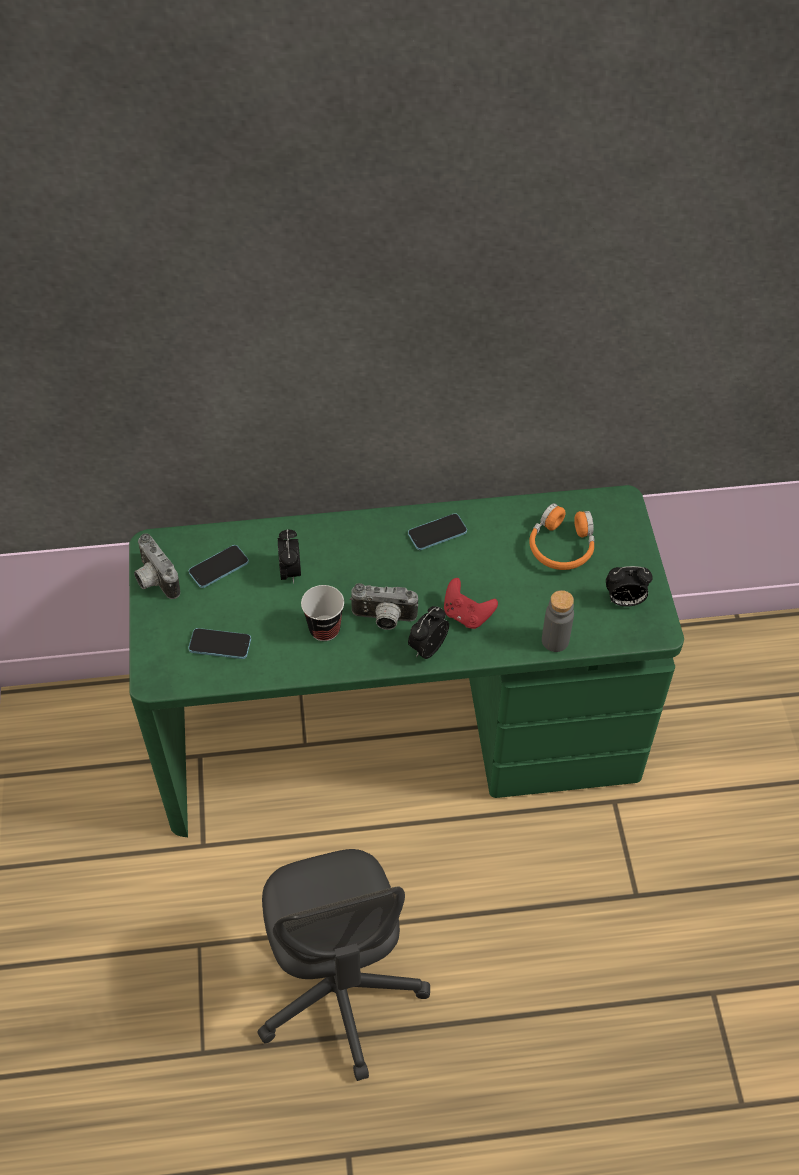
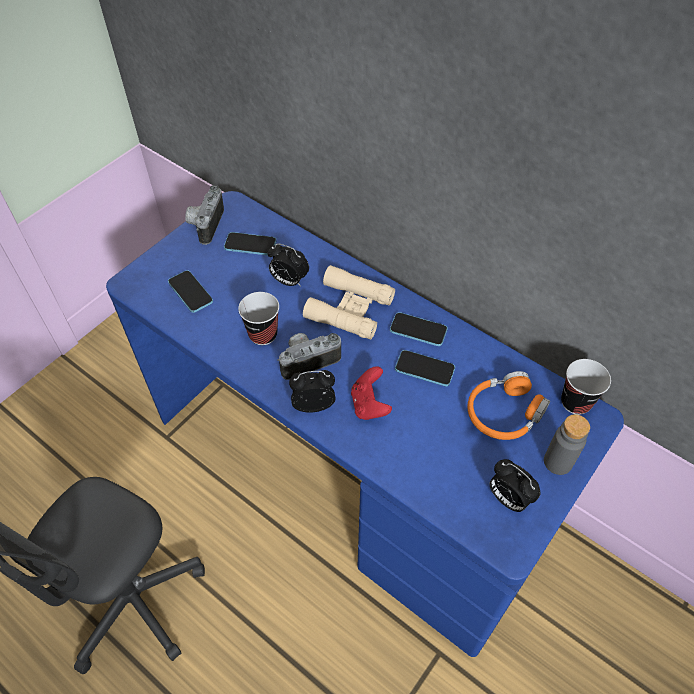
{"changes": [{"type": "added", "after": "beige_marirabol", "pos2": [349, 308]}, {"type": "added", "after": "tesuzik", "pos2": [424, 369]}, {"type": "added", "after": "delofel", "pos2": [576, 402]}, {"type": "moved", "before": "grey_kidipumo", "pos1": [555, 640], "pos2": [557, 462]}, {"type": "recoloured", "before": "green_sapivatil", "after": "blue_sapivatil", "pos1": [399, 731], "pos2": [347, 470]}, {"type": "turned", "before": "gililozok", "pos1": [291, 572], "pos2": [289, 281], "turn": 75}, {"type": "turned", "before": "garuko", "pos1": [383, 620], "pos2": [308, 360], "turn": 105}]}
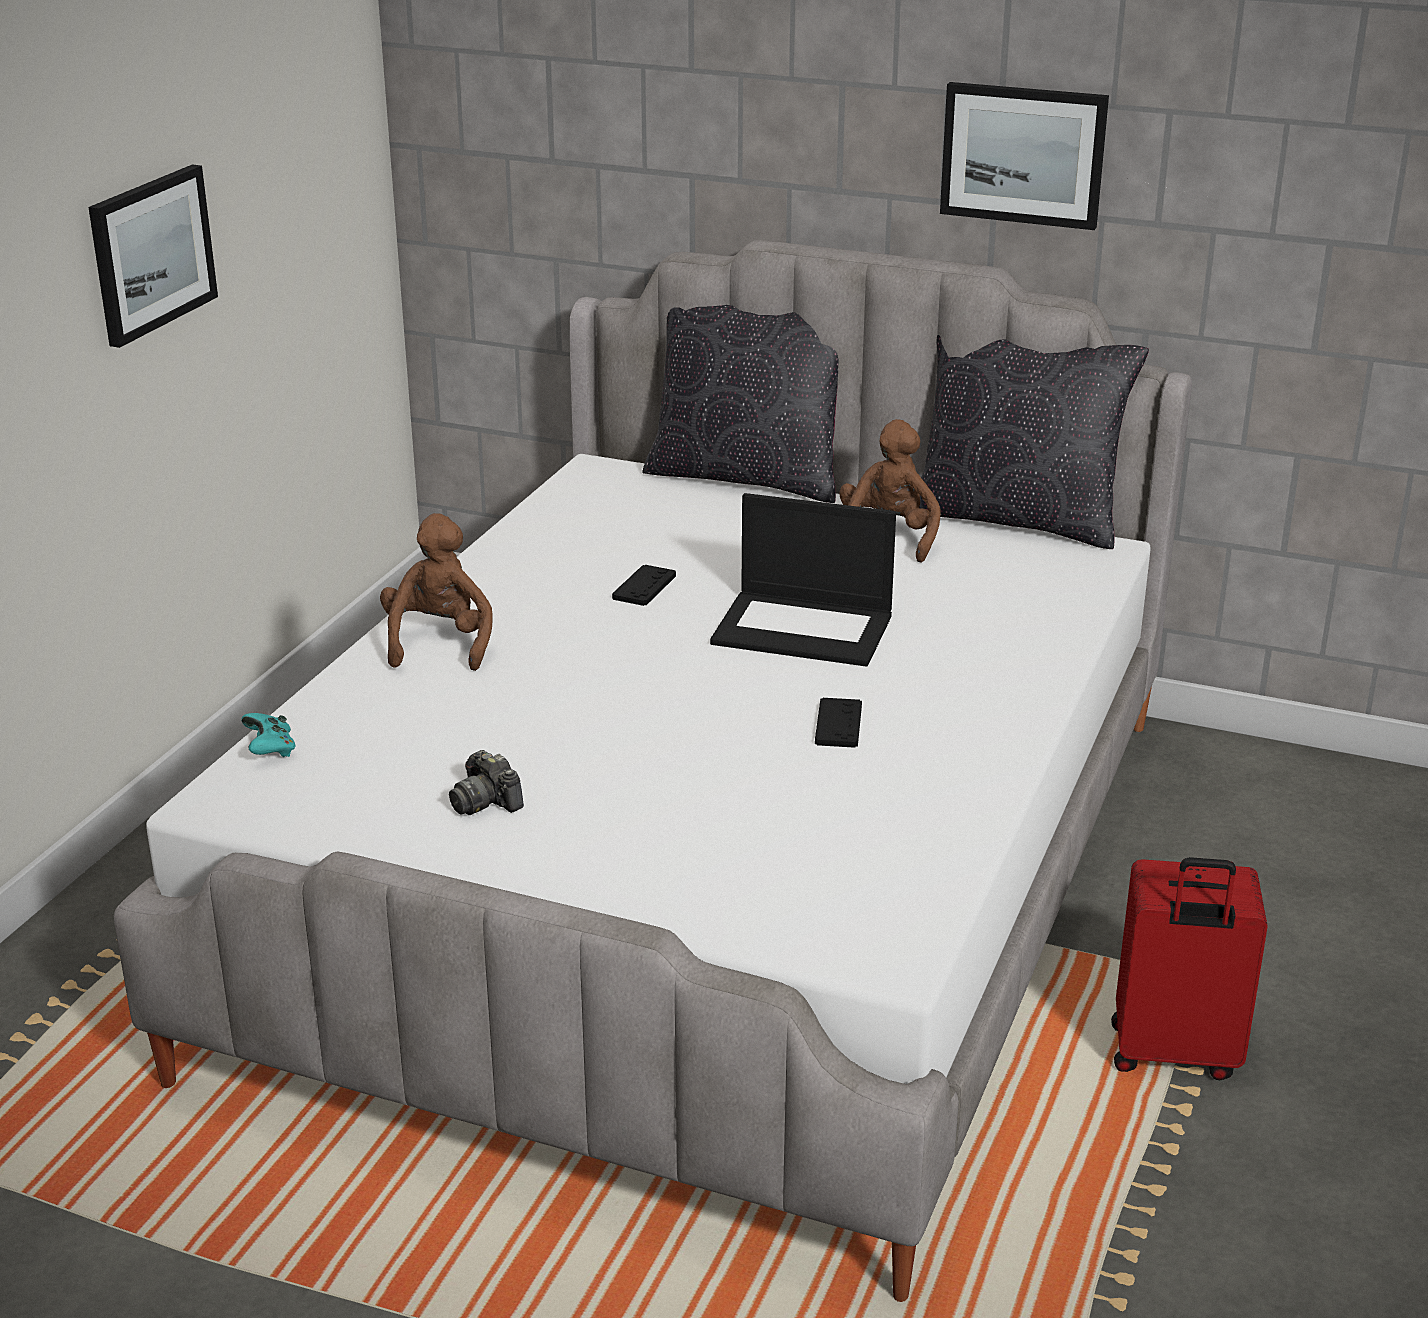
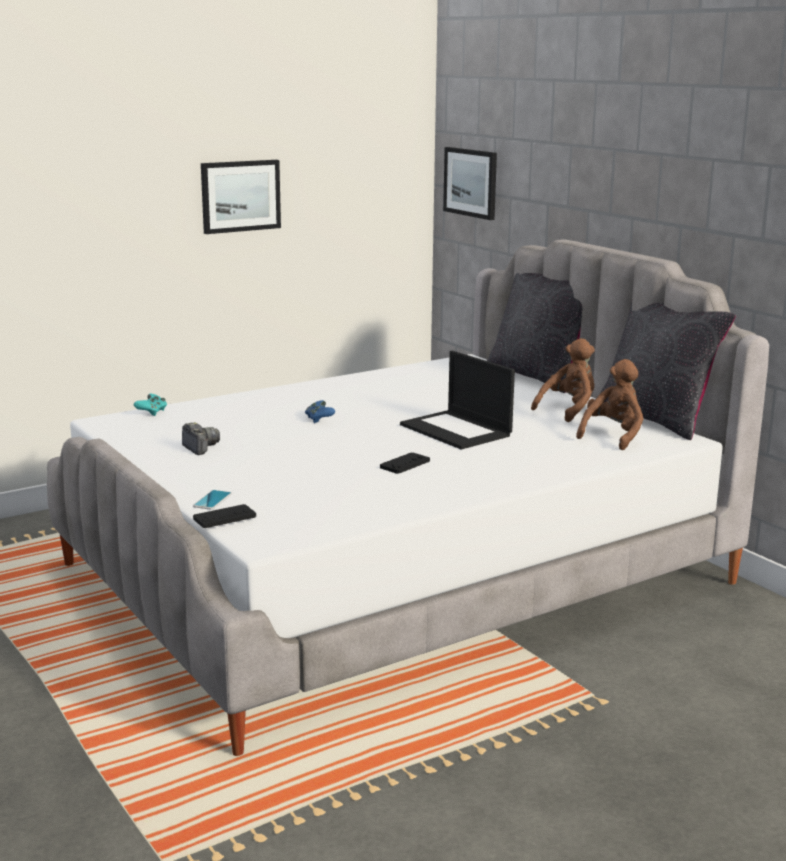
{"changes": [{"type": "removed", "before": "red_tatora", "pos1": [1173, 1055]}, {"type": "added", "after": "tesuzik", "pos2": [212, 500]}, {"type": "added", "after": "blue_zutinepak", "pos2": [319, 419]}, {"type": "moved", "before": "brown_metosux", "pos1": [439, 643], "pos2": [613, 436]}, {"type": "moved", "before": "black_zutinepak", "pos1": [644, 587], "pos2": [224, 518]}, {"type": "moved", "before": "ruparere", "pos1": [1023, 154], "pos2": [471, 182]}, {"type": "turned", "before": "garuko", "pos1": [486, 802], "pos2": [200, 448], "turn": 150}]}
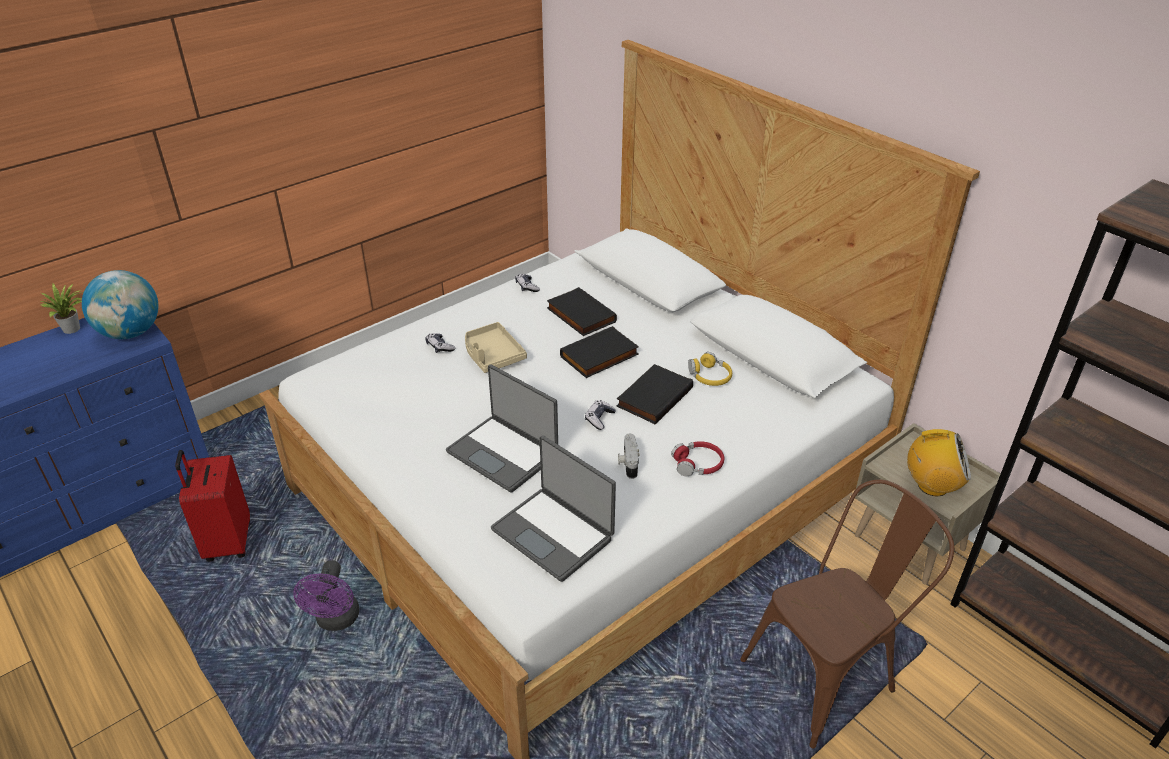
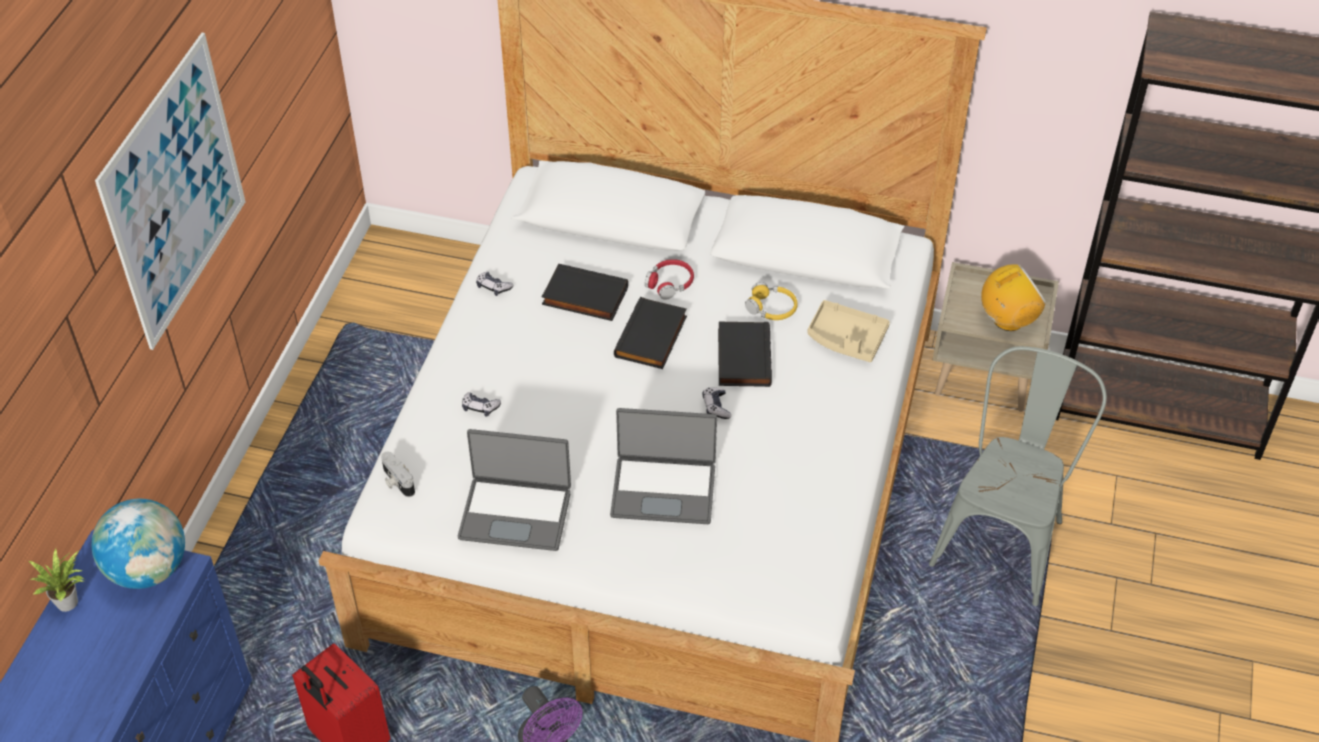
{"changes": [{"type": "added", "after": "ruparere", "pos2": [175, 191]}, {"type": "moved", "before": "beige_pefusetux", "pos1": [492, 355], "pos2": [846, 339]}, {"type": "moved", "before": "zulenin", "pos1": [554, 533], "pos2": [516, 513]}, {"type": "moved", "before": "garuko", "pos1": [628, 462], "pos2": [396, 481]}, {"type": "moved", "before": "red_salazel", "pos1": [698, 464], "pos2": [670, 283]}, {"type": "recoloured", "before": "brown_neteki", "after": "grey_neteki", "pos1": [828, 673], "pos2": [1004, 536]}]}
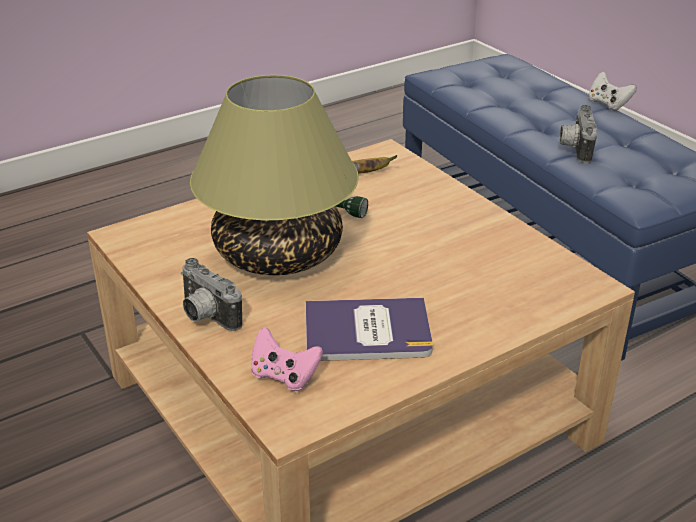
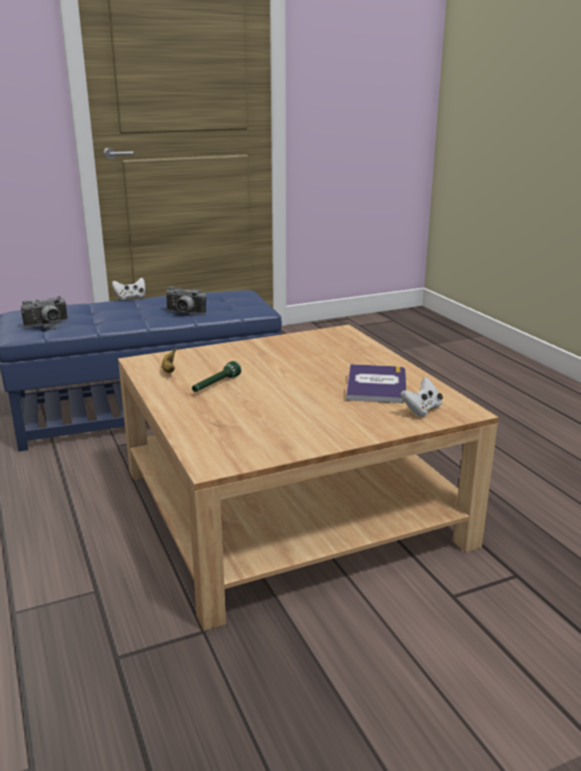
{"changes": [{"type": "removed", "before": "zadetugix", "pos1": [279, 254]}, {"type": "moved", "before": "garuko", "pos1": [205, 316], "pos2": [48, 324]}, {"type": "recoloured", "before": "pink_zutinepak", "after": "white_zutinepak", "pos1": [284, 376], "pos2": [421, 410]}]}
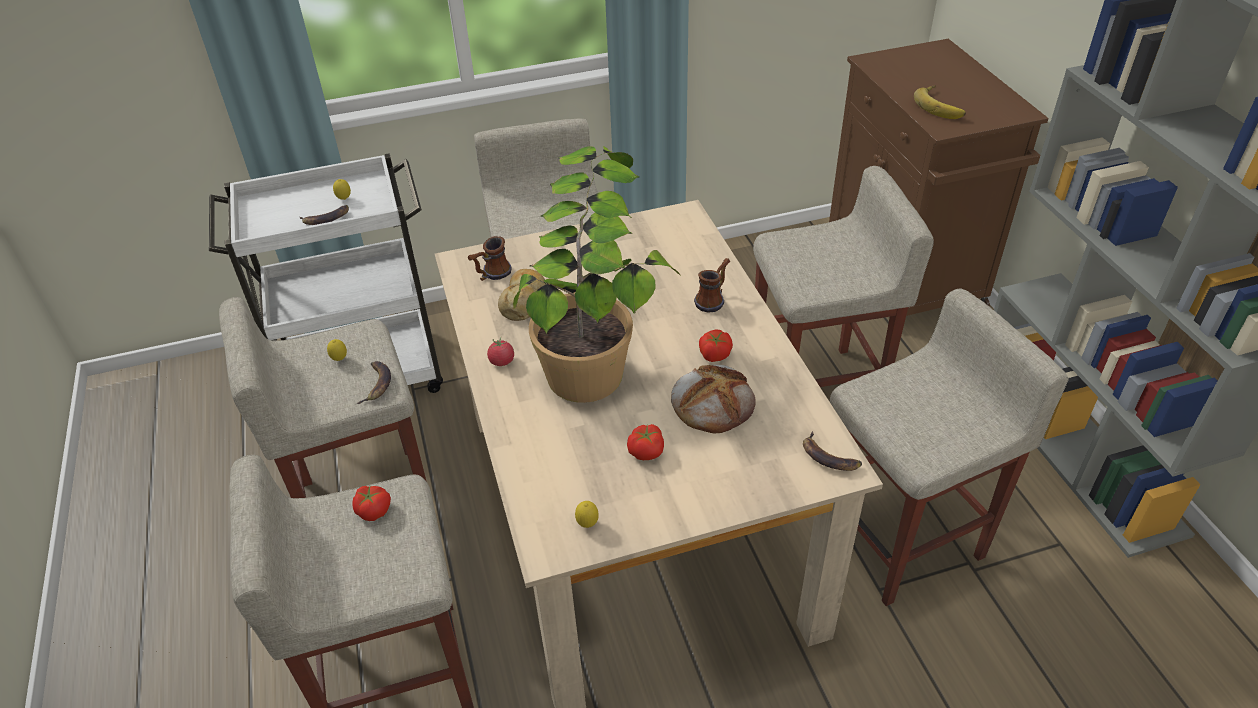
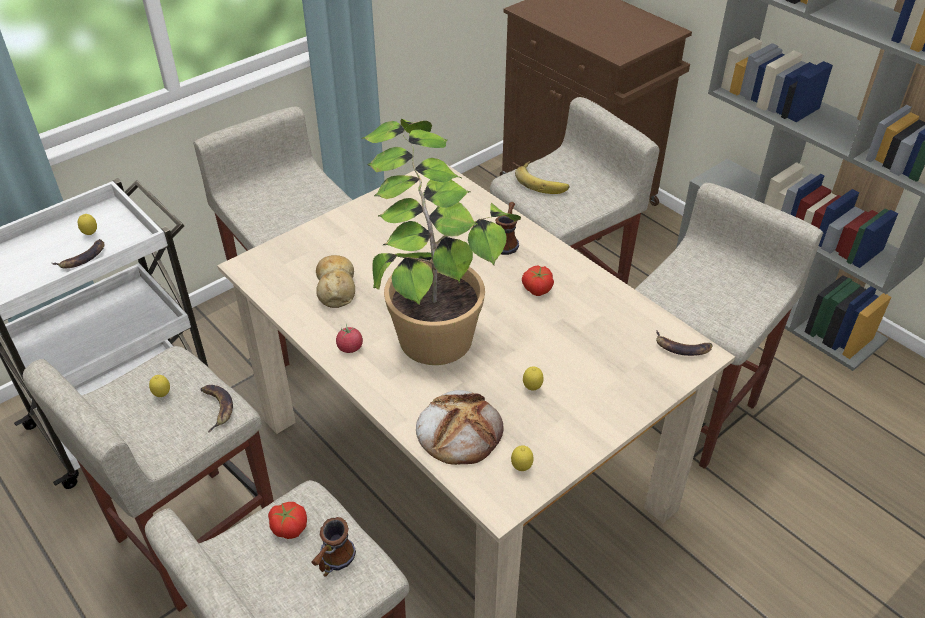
{"changes": [{"type": "moved", "before": "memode", "pos1": [491, 275], "pos2": [333, 563]}, {"type": "moved", "before": "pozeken", "pos1": [713, 402], "pos2": [459, 430]}, {"type": "moved", "before": "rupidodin", "pos1": [941, 106], "pos2": [543, 181]}, {"type": "replaced", "before": "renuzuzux", "after": "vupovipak", "pos1": [647, 451], "pos2": [532, 388]}]}
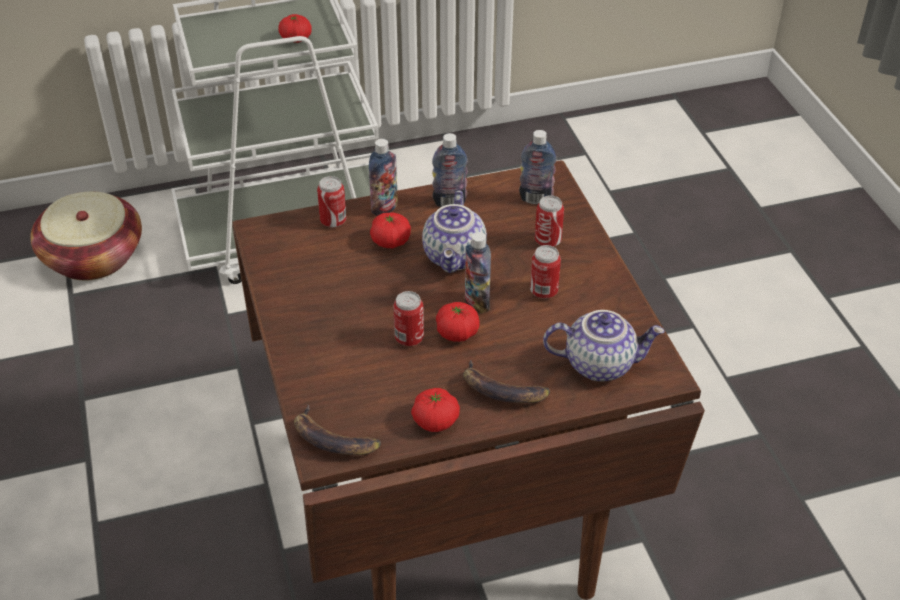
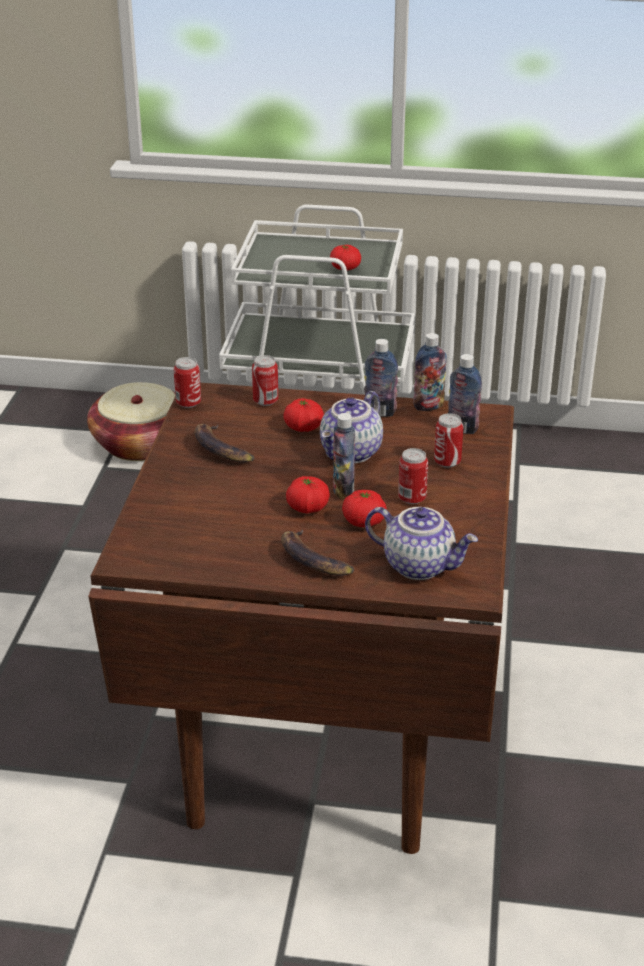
{"changes": [{"type": "moved", "before": "rupidodin", "pos1": [332, 439], "pos2": [220, 449]}, {"type": "moved", "before": "kidipumo", "pos1": [384, 208], "pos2": [428, 406]}, {"type": "moved", "before": "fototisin", "pos1": [409, 338], "pos2": [188, 403]}, {"type": "moved", "before": "renuzuzux", "pos1": [435, 421], "pos2": [364, 521]}]}
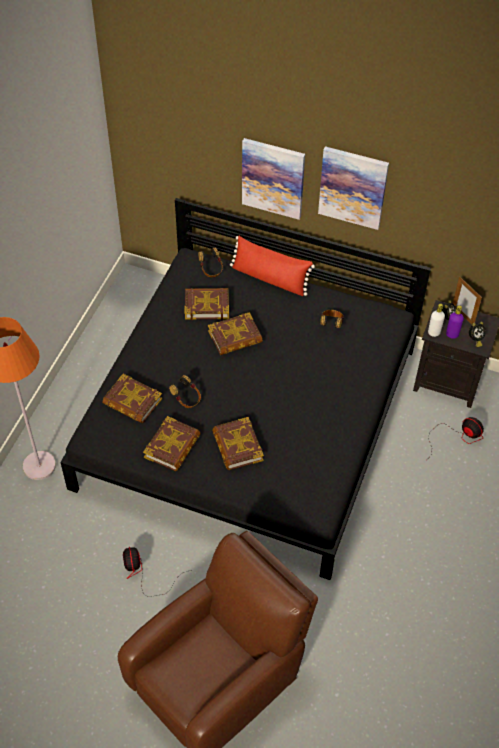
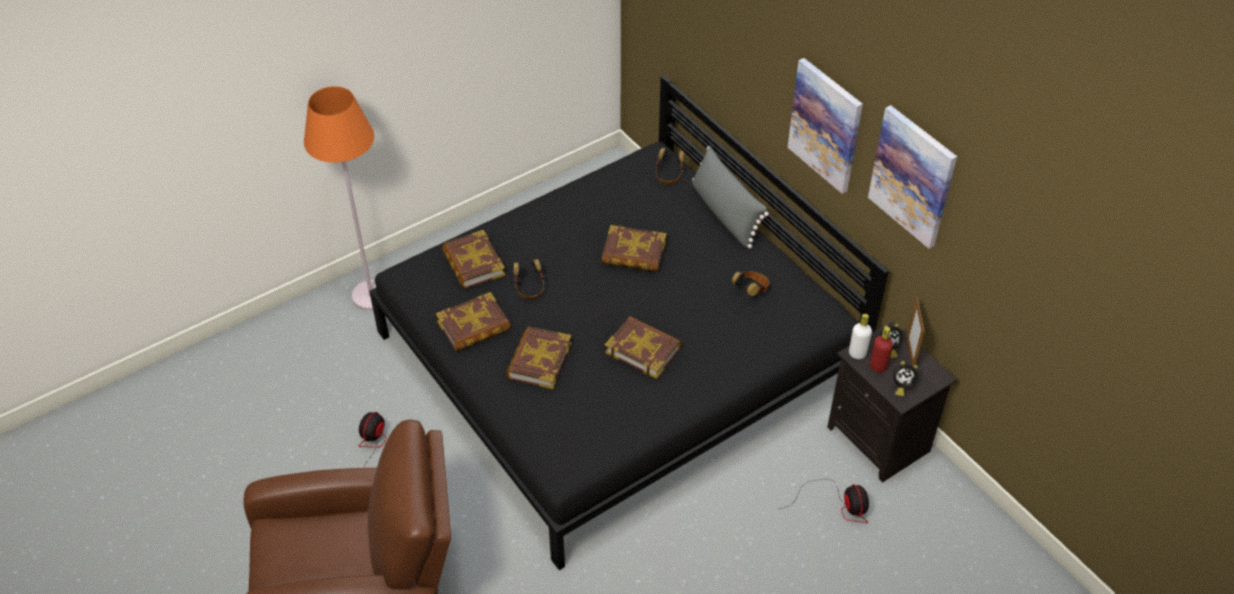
{"changes": [{"type": "moved", "before": "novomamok", "pos1": [207, 306], "pos2": [643, 350]}, {"type": "moved", "before": "ruparere", "pos1": [273, 178], "pos2": [912, 176]}, {"type": "recoloured", "before": "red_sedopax", "after": "grey_sedopax", "pos1": [270, 278], "pos2": [725, 213]}, {"type": "recoloured", "before": "purple_kidipumo", "after": "red_kidipumo", "pos1": [452, 334], "pos2": [878, 366]}]}
